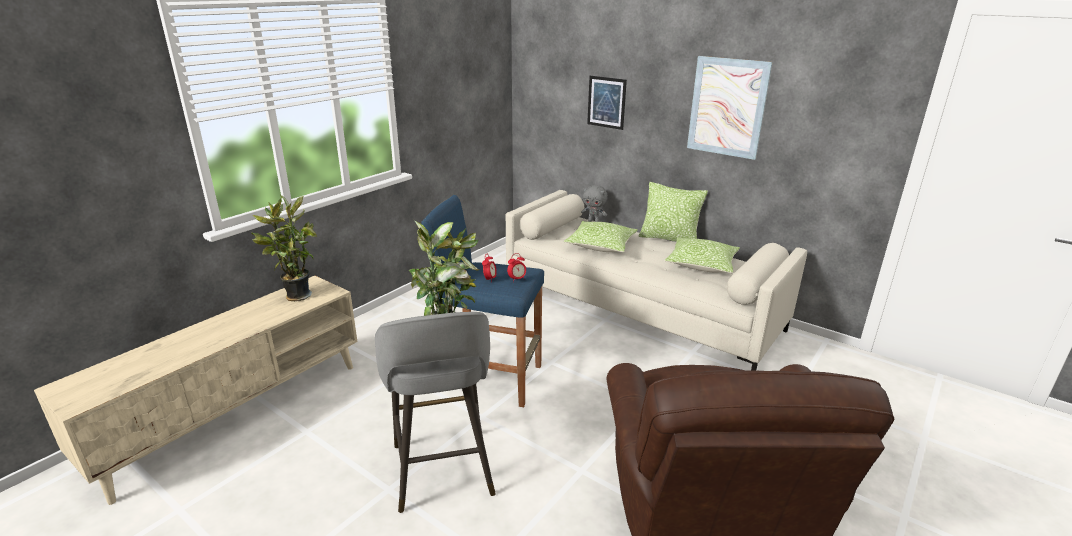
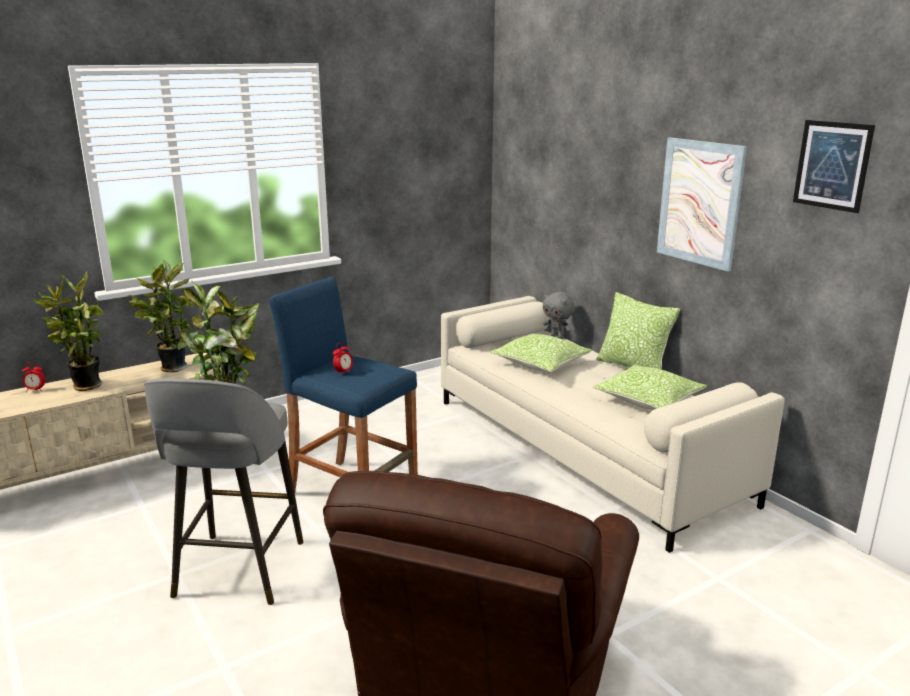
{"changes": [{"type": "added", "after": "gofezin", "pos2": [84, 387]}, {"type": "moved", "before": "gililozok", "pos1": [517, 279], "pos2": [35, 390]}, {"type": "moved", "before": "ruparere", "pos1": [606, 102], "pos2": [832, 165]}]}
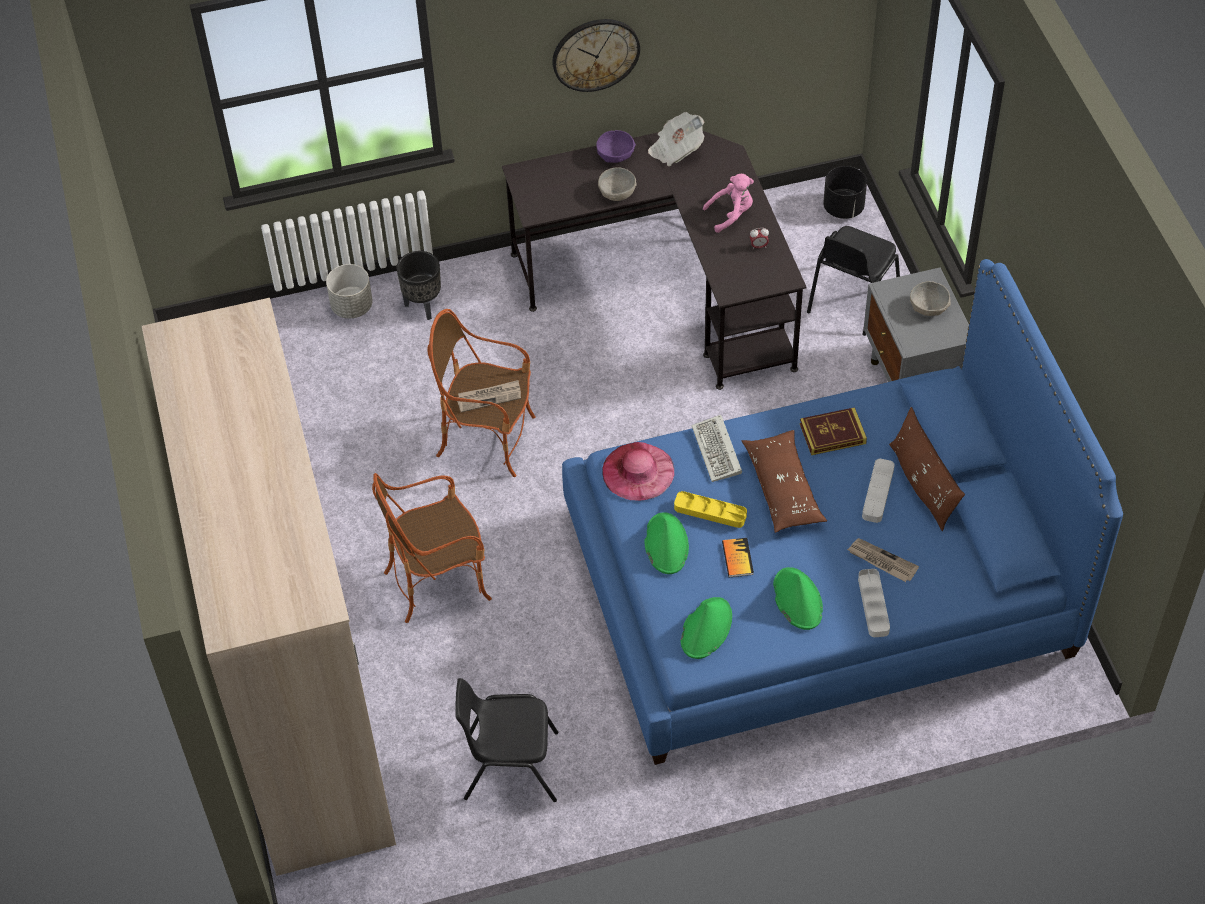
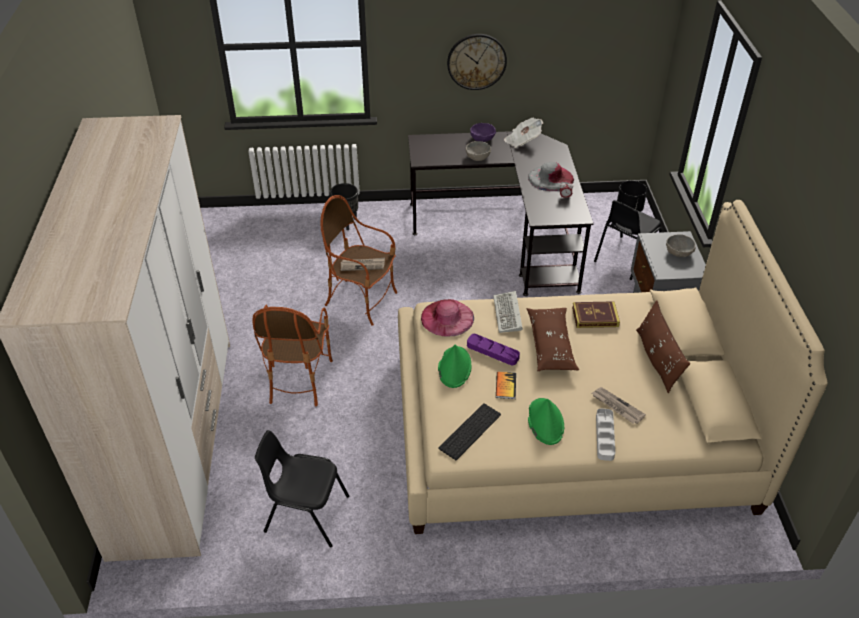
{"changes": [{"type": "removed", "before": "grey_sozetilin", "pos1": [351, 306]}, {"type": "removed", "before": "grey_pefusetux", "pos1": [878, 493]}, {"type": "replaced", "before": "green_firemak", "after": "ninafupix", "pos1": [706, 628], "pos2": [469, 430]}, {"type": "replaced", "before": "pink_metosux", "after": "grey_firemak", "pos1": [731, 214], "pos2": [550, 178]}, {"type": "recoloured", "before": "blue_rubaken", "after": "beige_rubaken", "pos1": [818, 582], "pos2": [569, 426]}, {"type": "recoloured", "before": "yellow_pefusetux", "after": "purple_pefusetux", "pos1": [710, 512], "pos2": [492, 351]}, {"type": "turned", "before": "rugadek", "pos1": [438, 581], "pos2": [298, 380], "turn": -75}]}
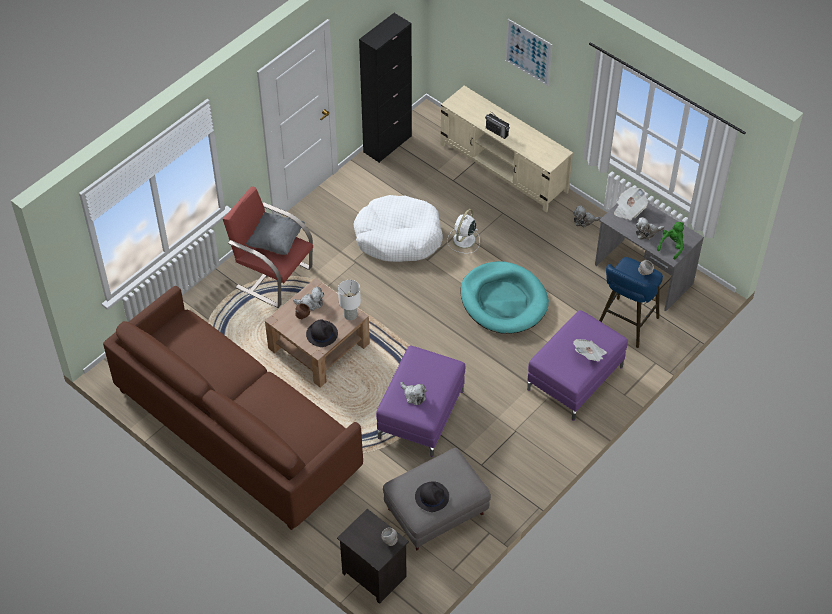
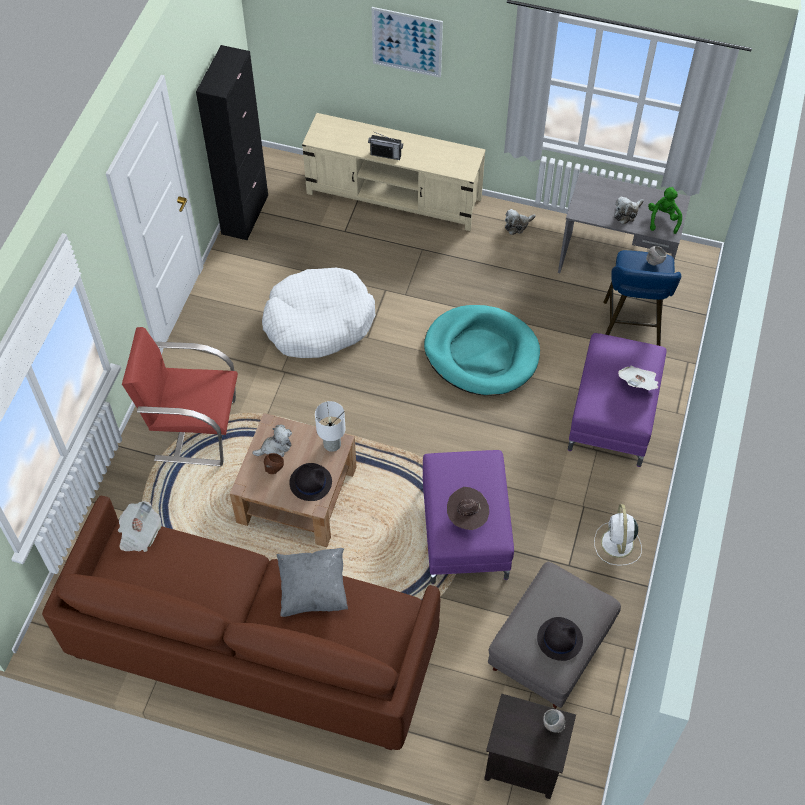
{"changes": [{"type": "moved", "before": "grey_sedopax", "pos1": [276, 241], "pos2": [313, 590]}, {"type": "moved", "before": "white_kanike", "pos1": [463, 240], "pos2": [617, 544]}, {"type": "moved", "before": "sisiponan", "pos1": [629, 209], "pos2": [139, 534]}, {"type": "replaced", "before": "metosux", "after": "brown_firemak", "pos1": [413, 396], "pos2": [467, 517]}]}
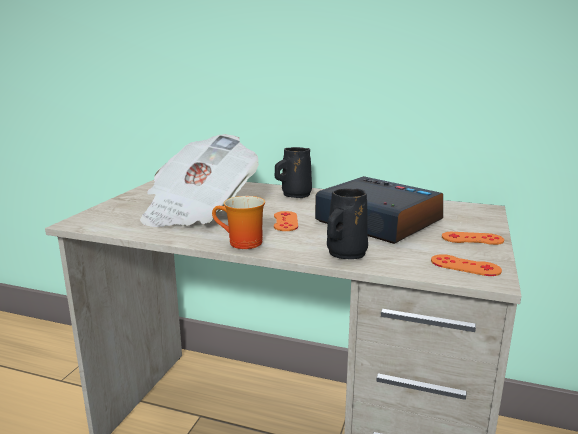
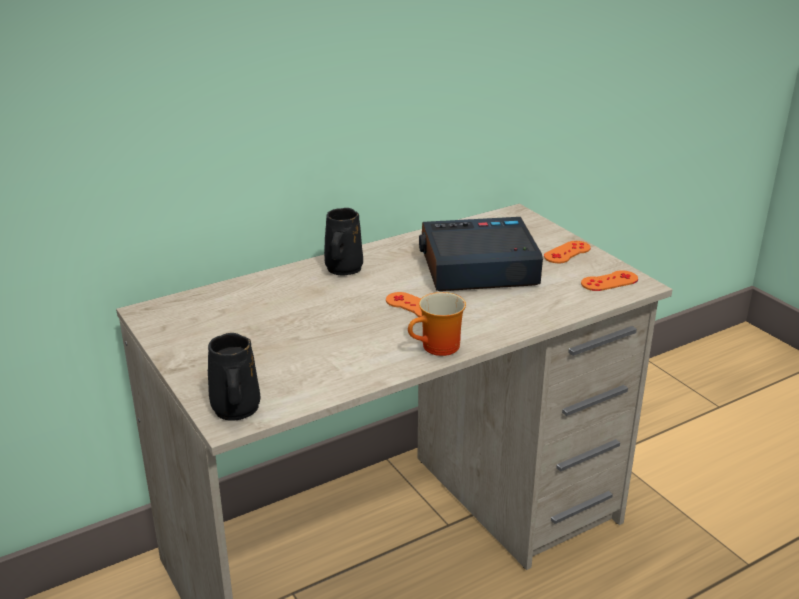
{"changes": [{"type": "removed", "before": "sisiponan", "pos1": [198, 211]}, {"type": "moved", "before": "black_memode", "pos1": [345, 254], "pos2": [235, 410]}]}
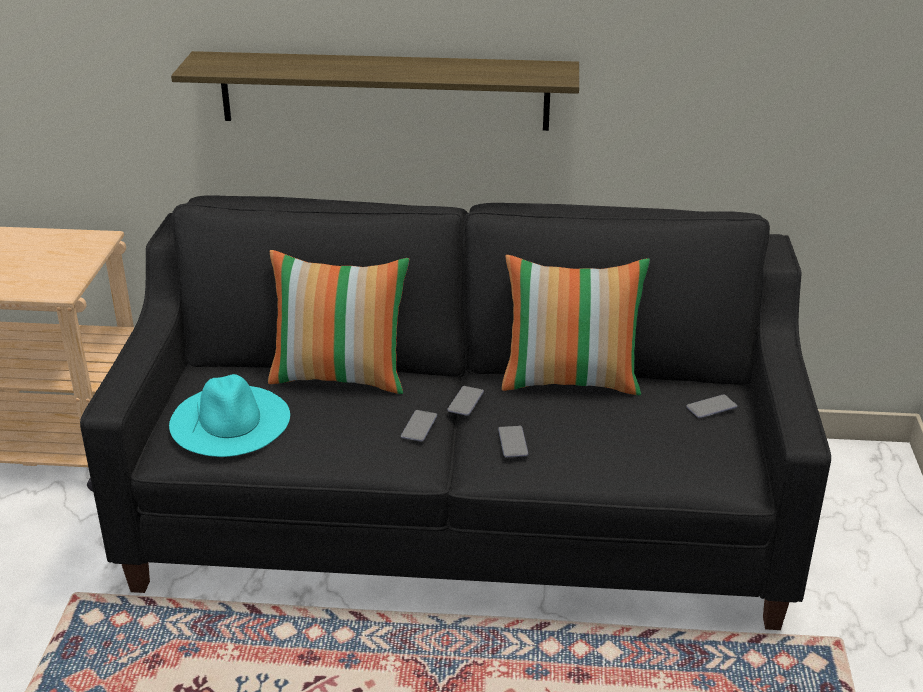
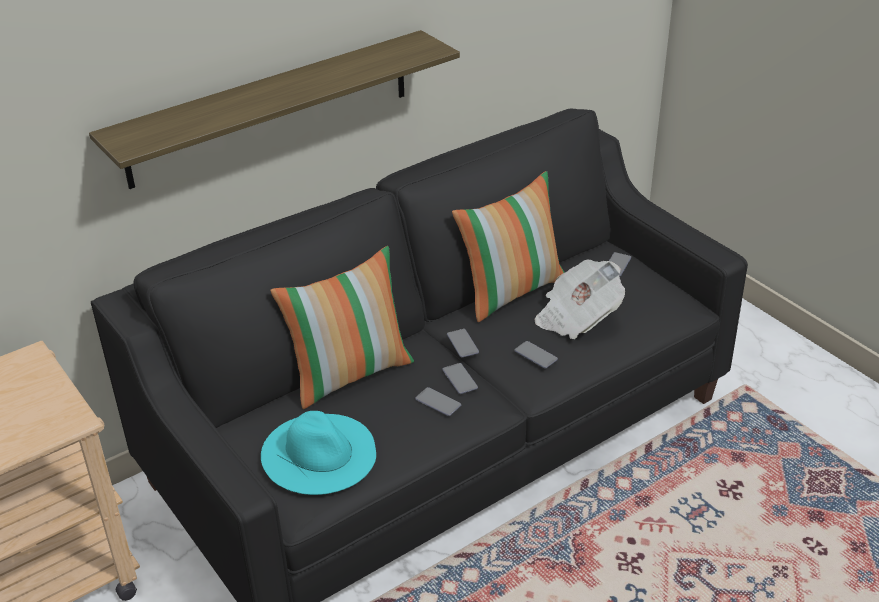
{"changes": [{"type": "added", "after": "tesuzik", "pos2": [438, 402]}, {"type": "added", "after": "sisiponan", "pos2": [577, 317]}]}
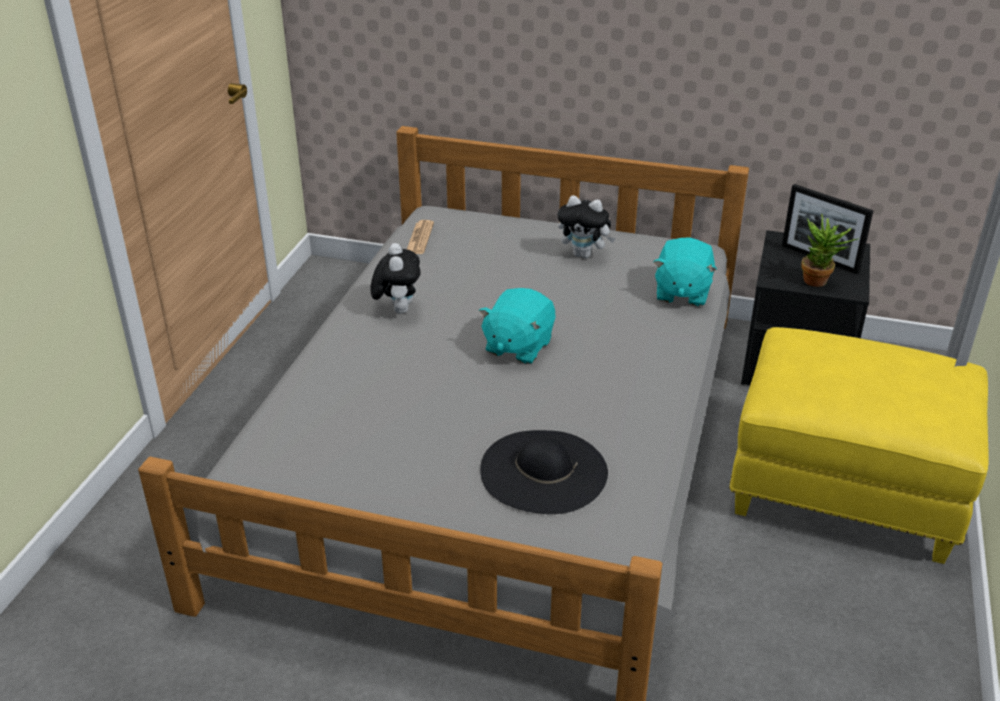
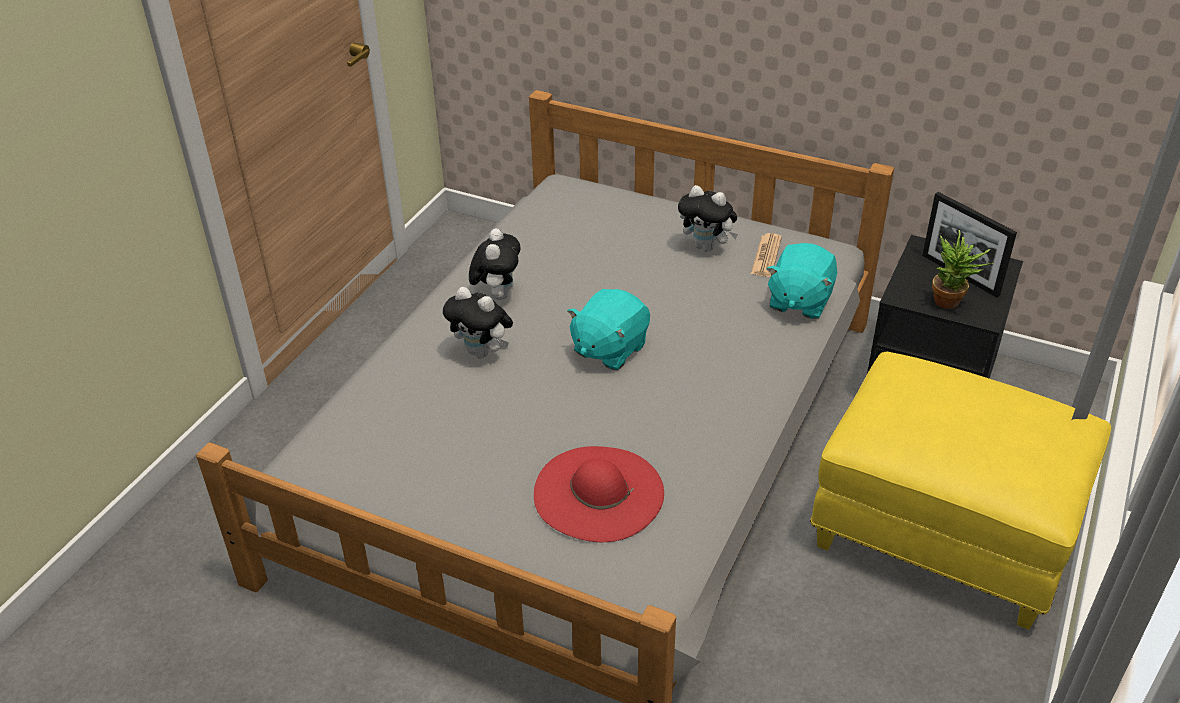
{"changes": [{"type": "added", "after": "metosux", "pos2": [482, 352]}, {"type": "moved", "before": "sisiponan", "pos1": [420, 238], "pos2": [766, 256]}, {"type": "recoloured", "before": "black_firemak", "after": "red_firemak", "pos1": [543, 471], "pos2": [598, 493]}]}
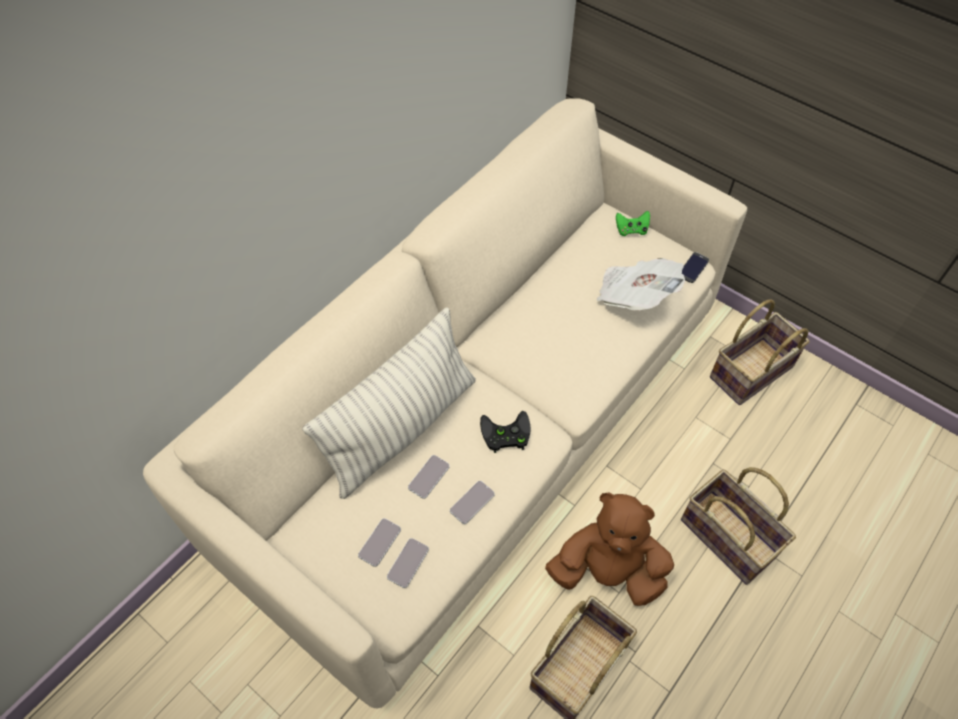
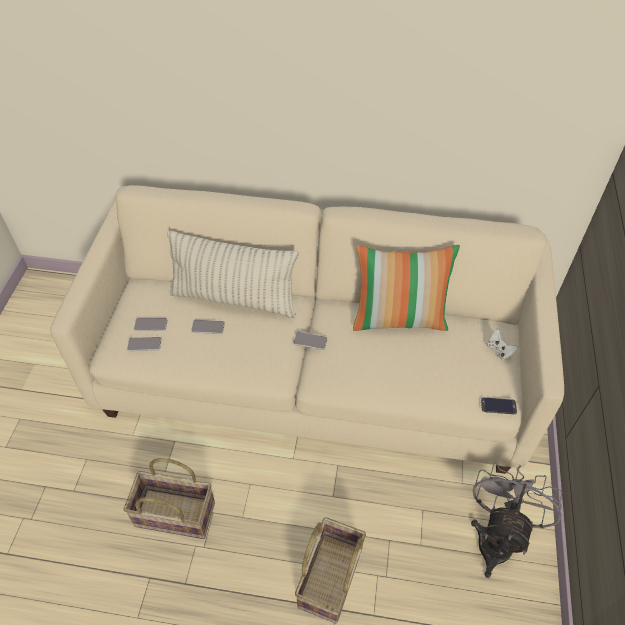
{"changes": [{"type": "removed", "before": "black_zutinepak", "pos1": [504, 435]}, {"type": "removed", "before": "brown_metosux", "pos1": [608, 572]}, {"type": "removed", "before": "sisiponan", "pos1": [635, 296]}, {"type": "added", "after": "sedopax", "pos2": [399, 318]}, {"type": "moved", "before": "tesuzik", "pos1": [472, 502], "pos2": [310, 341]}, {"type": "replaced", "before": "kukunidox", "after": "grey_kanike", "pos1": [752, 373], "pos2": [497, 537]}, {"type": "recoloured", "before": "green_zutinepak", "after": "white_zutinepak", "pos1": [631, 230], "pos2": [499, 350]}]}
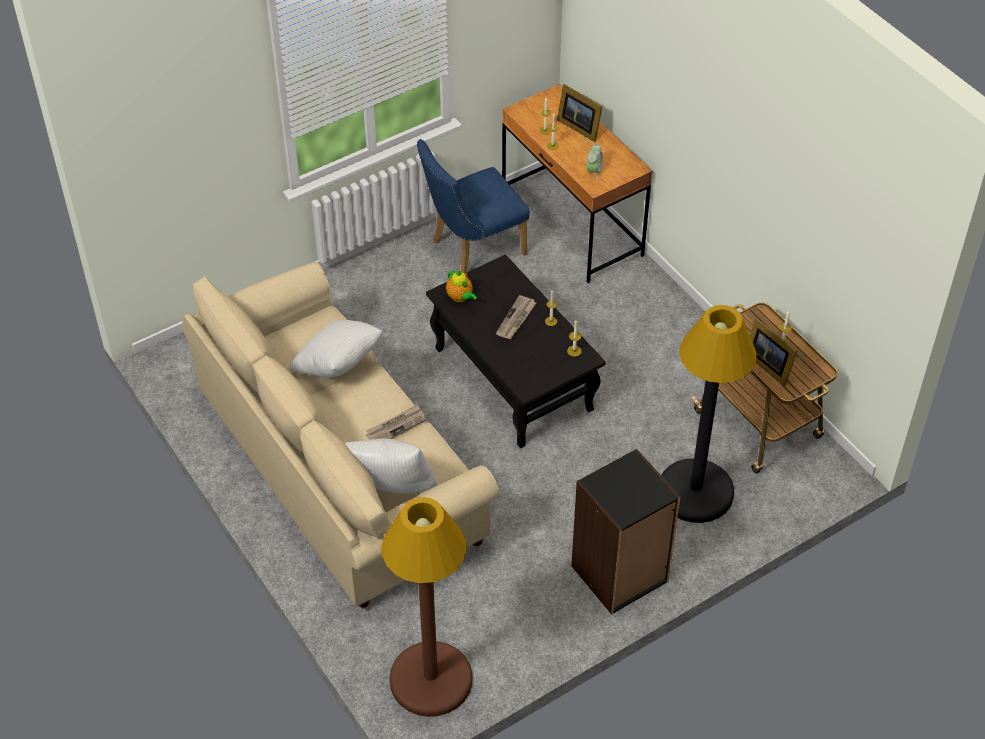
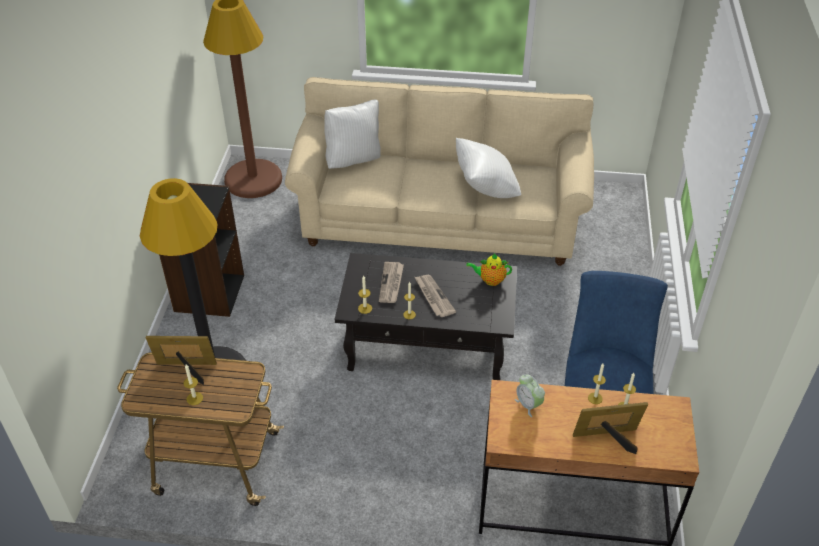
{"changes": [{"type": "moved", "before": "sisiponan", "pos1": [396, 426], "pos2": [391, 284]}]}
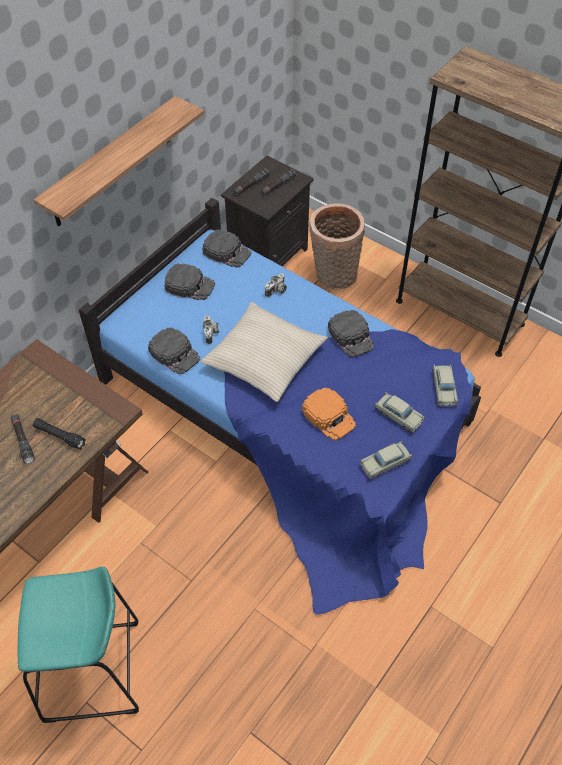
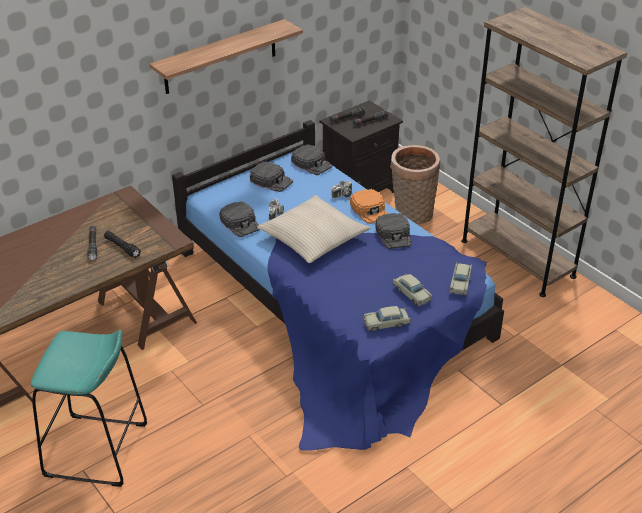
{"changes": [{"type": "moved", "before": "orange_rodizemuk", "pos1": [329, 416], "pos2": [370, 210]}]}
